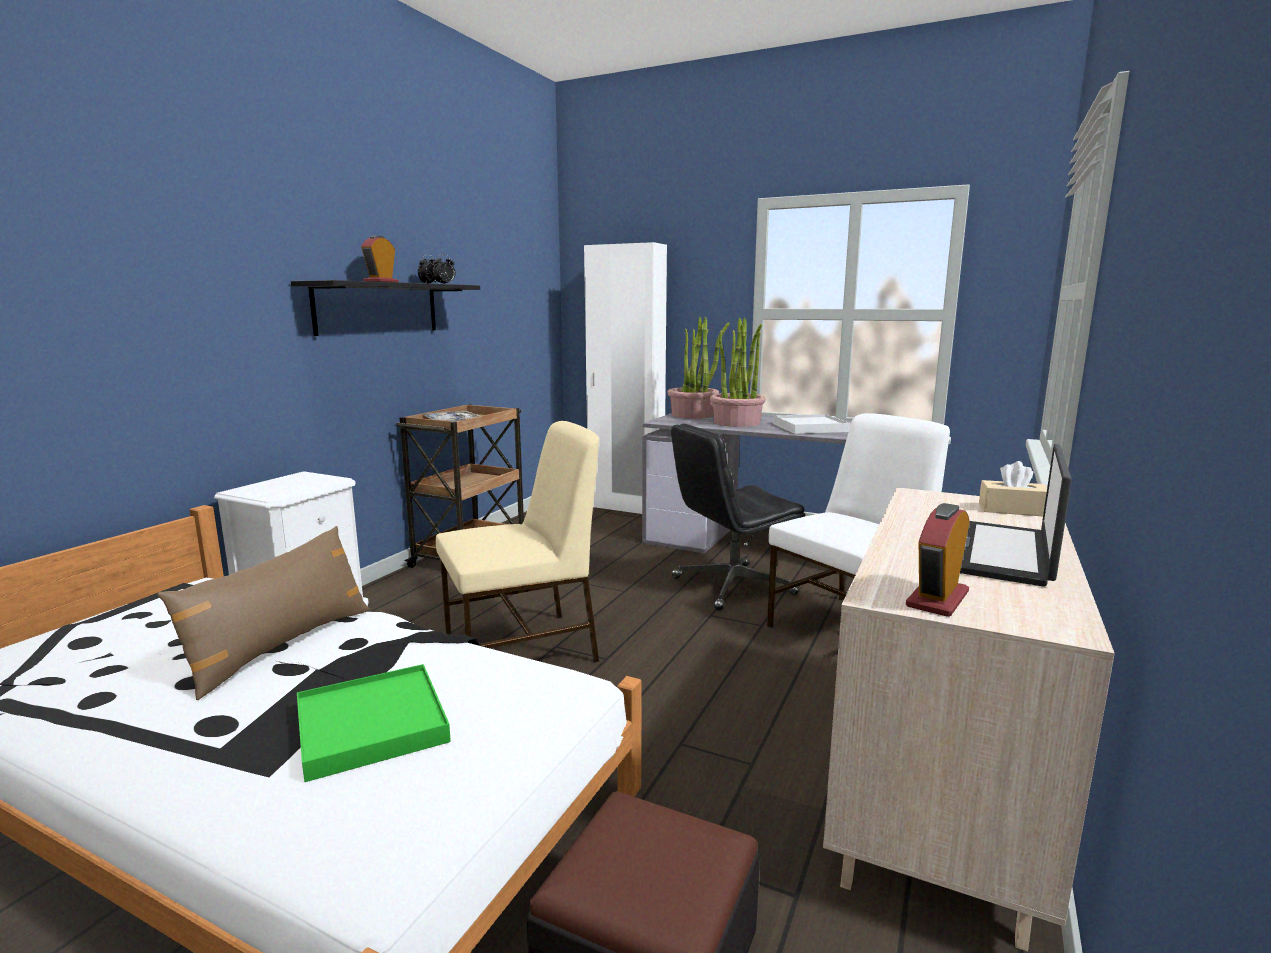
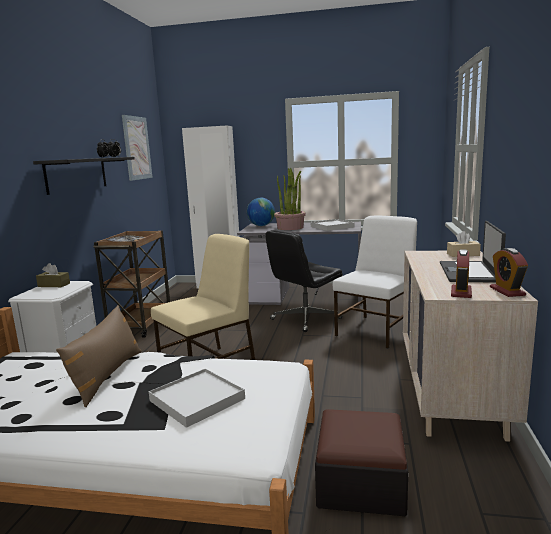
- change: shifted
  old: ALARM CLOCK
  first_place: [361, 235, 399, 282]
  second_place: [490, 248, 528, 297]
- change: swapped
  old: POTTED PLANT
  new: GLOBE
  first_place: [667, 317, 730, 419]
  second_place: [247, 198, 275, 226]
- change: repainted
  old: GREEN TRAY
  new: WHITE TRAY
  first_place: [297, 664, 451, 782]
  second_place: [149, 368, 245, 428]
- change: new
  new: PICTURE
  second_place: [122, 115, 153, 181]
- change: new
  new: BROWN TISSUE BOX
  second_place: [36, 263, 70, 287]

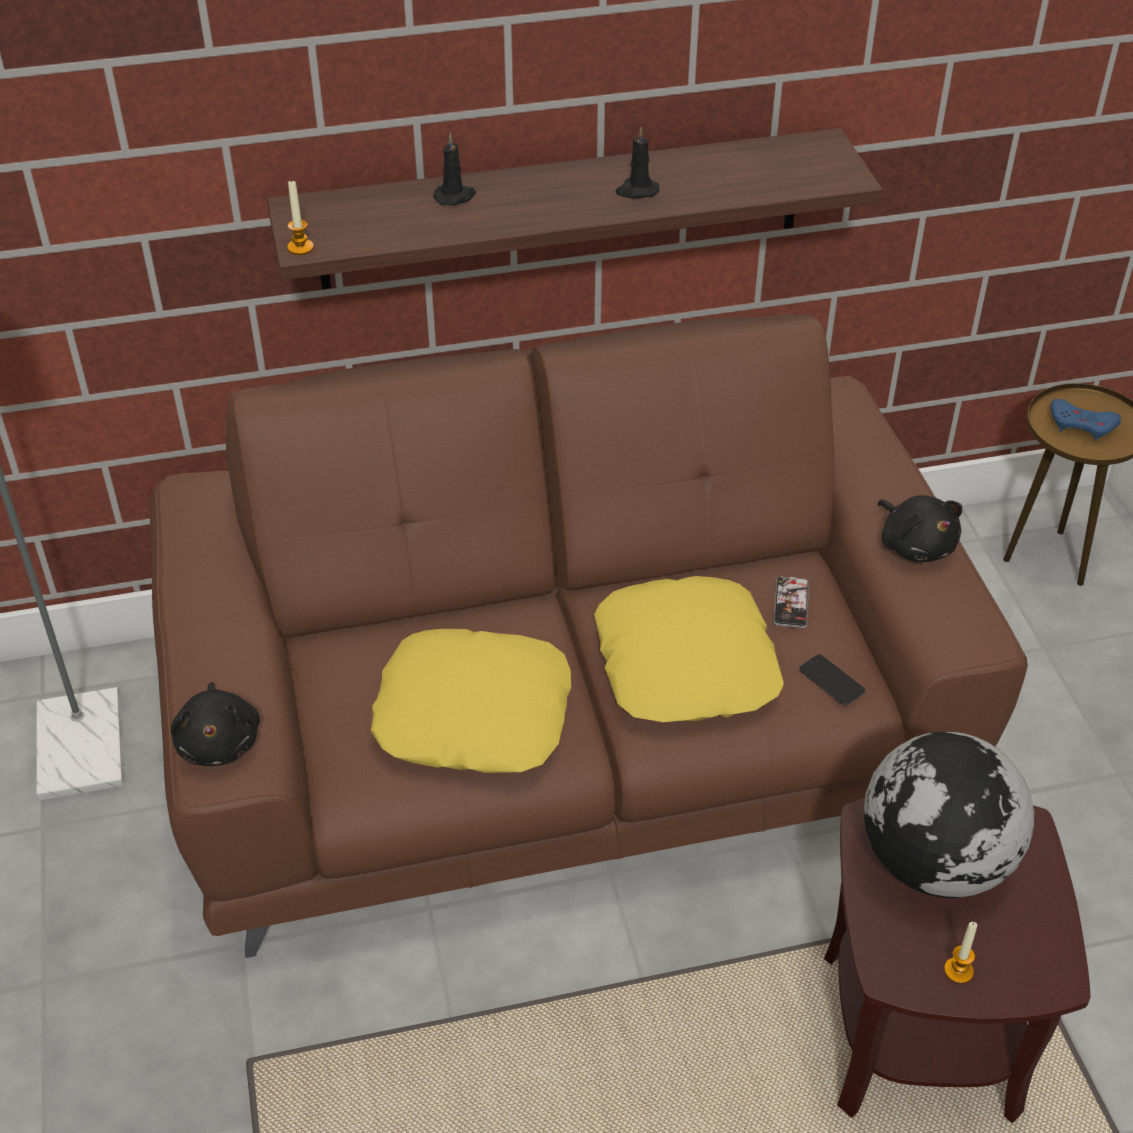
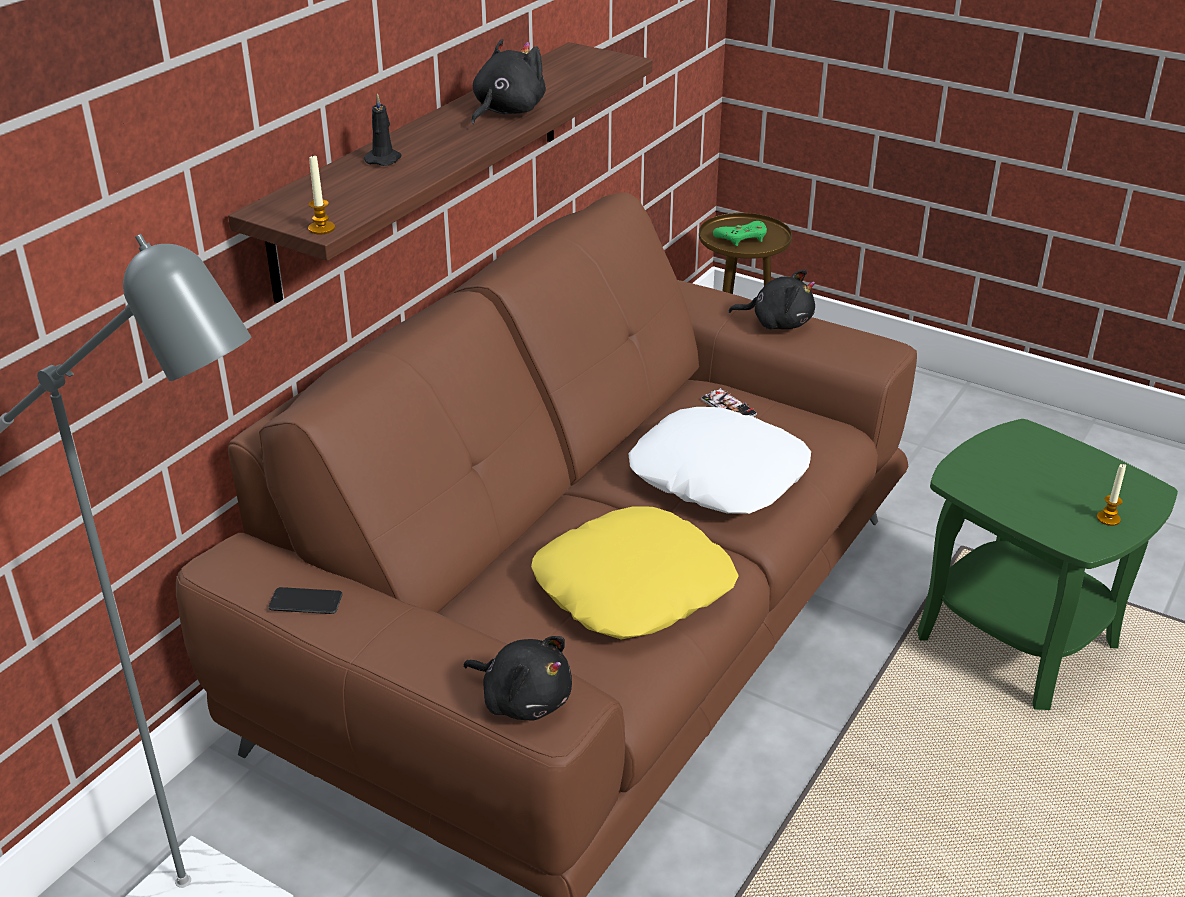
- change: swapped
  old: BLACK CANDLE
  new: BLACK PLUSH TOY
  first_place: [615, 127, 659, 199]
  second_place: [471, 39, 546, 124]
- change: repainted
  old: BLUE GAME CONTROLLER
  new: GREEN GAME CONTROLLER
  first_place: [1050, 399, 1121, 441]
  second_place: [713, 221, 767, 246]
- change: repainted
  old: YELLOW PILLOW
  new: WHITE PILLOW
  first_place: [594, 576, 784, 722]
  second_place: [628, 407, 811, 514]
- change: shifted
  old: PHONE
  first_place: [799, 654, 865, 706]
  second_place: [269, 587, 343, 614]
- change: gone
  old: GLOBE
  first_place: [864, 732, 1034, 898]
- change: repainted
  old: BROWN SIDE TABLE
  new: GREEN SIDE TABLE
  first_place: [824, 798, 1091, 1123]
  second_place: [917, 419, 1178, 710]

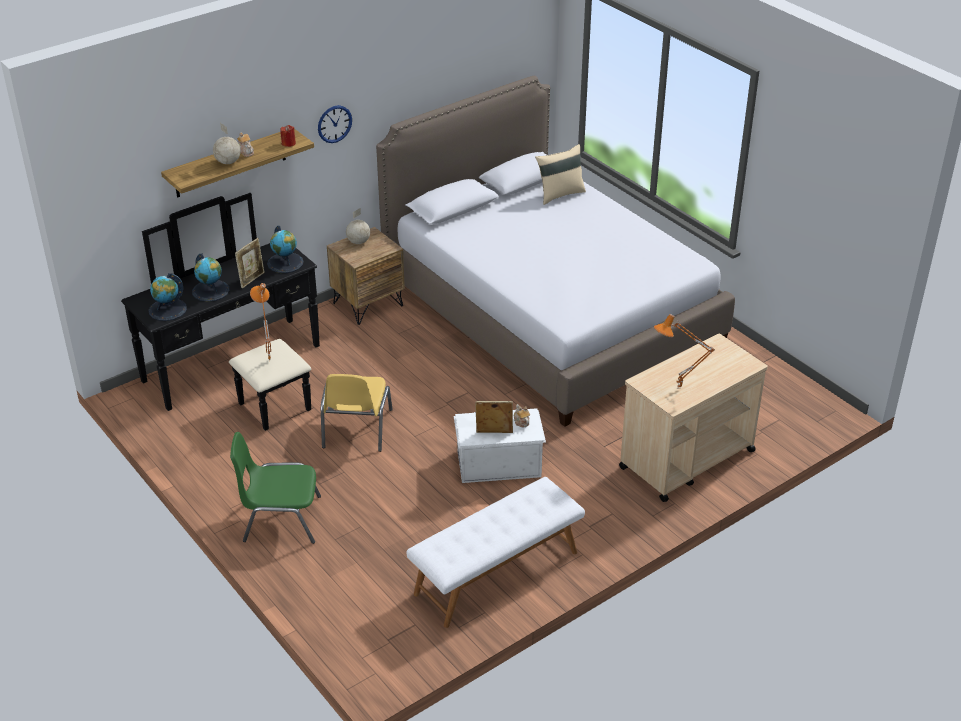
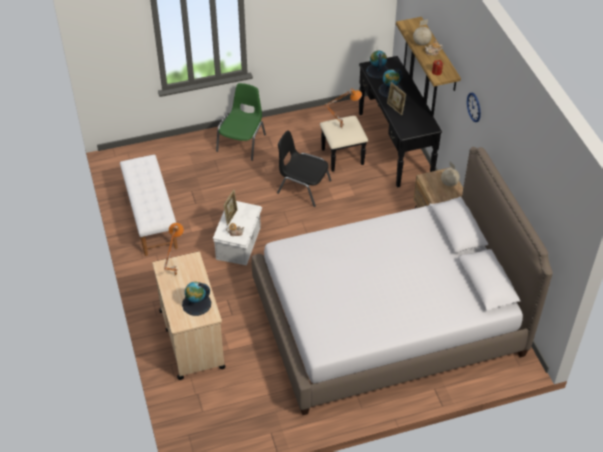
- change: gone
  old: BEIGE PILLOW
  first_place: [535, 144, 586, 205]
- change: shifted
  old: GLOBE
  first_place: [267, 226, 304, 273]
  second_place: [182, 282, 211, 316]
- change: repainted
  old: YELLOW CHAIR
  new: BLACK CHAIR
  first_place: [321, 374, 393, 452]
  second_place: [277, 131, 331, 207]

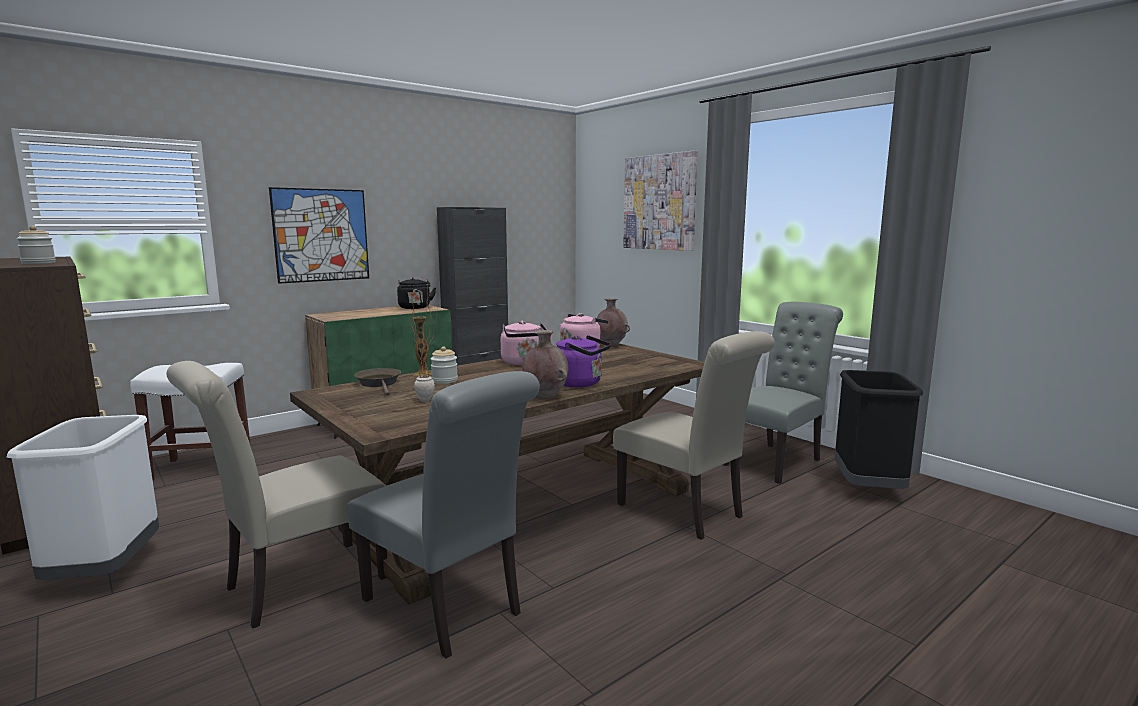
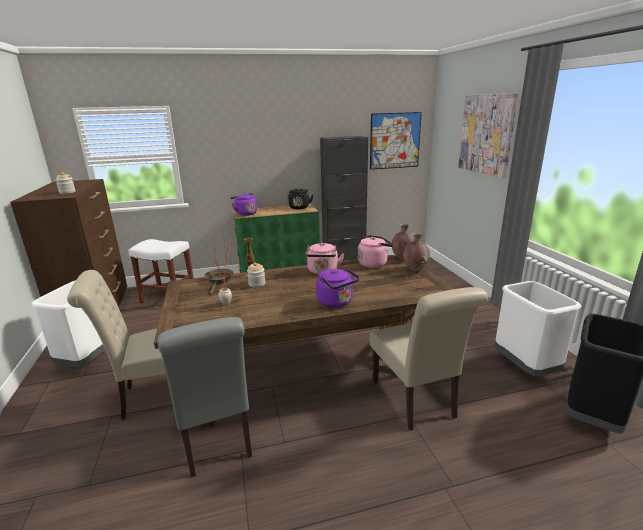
- change: shifted
  old: PICTURE
  first_place: [269, 187, 369, 284]
  second_place: [370, 112, 422, 170]
- change: swapped
  old: GREY CHAIR
  new: WHITE TRASH CAN
  first_place: [723, 302, 843, 484]
  second_place: [495, 281, 581, 376]
- change: shifted
  old: BROWN VASE
  first_place: [522, 330, 569, 398]
  second_place: [403, 232, 430, 271]
- change: new
  new: PURPLE KETTLE
  second_place: [230, 193, 257, 216]

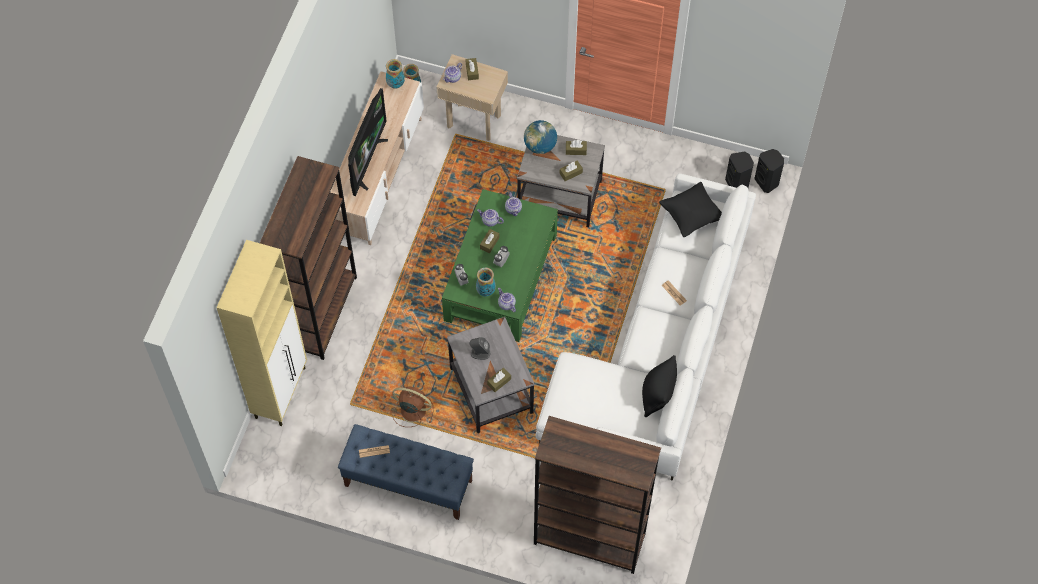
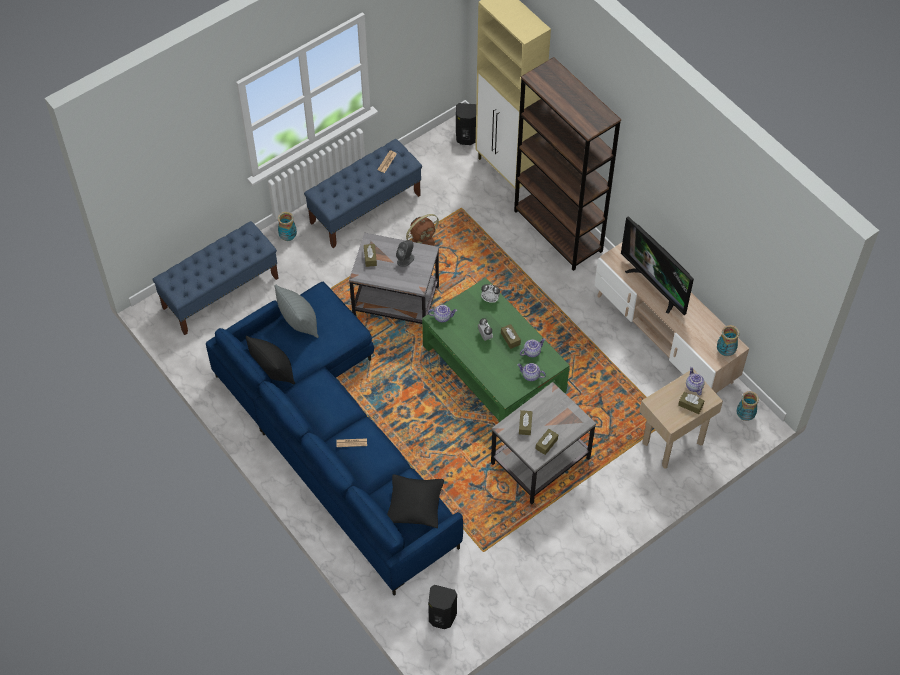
- change: gone
  old: GLOBE
  first_place: [524, 120, 557, 154]
- change: shifted
  old: BLACK SPEAKER
  first_place: [754, 149, 784, 193]
  second_place: [456, 103, 476, 145]
- change: repainted
  old: WHITE SOFA
  new: BLUE SOFA
  first_place: [536, 173, 756, 481]
  second_place: [206, 282, 463, 596]
- change: shifted
  old: VASE
  first_place: [476, 268, 496, 297]
  second_place: [278, 212, 297, 241]
- change: swapped
  old: BROWN BOOKCASE
  new: BLUE BENCH
  first_place: [534, 416, 661, 574]
  second_place: [152, 221, 279, 335]
- change: new
  new: GREY PILLOW
  second_place: [275, 285, 319, 338]

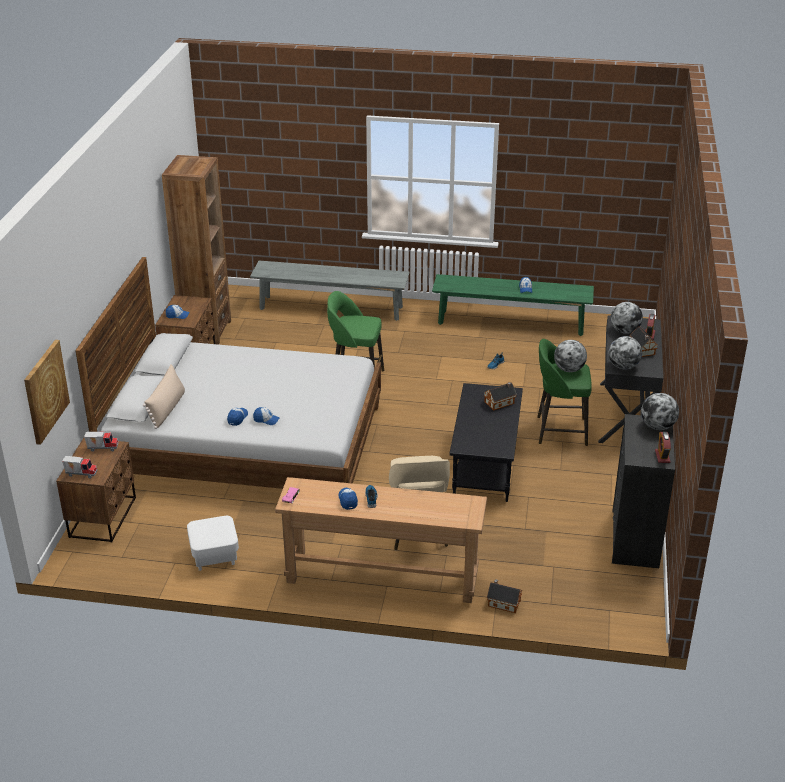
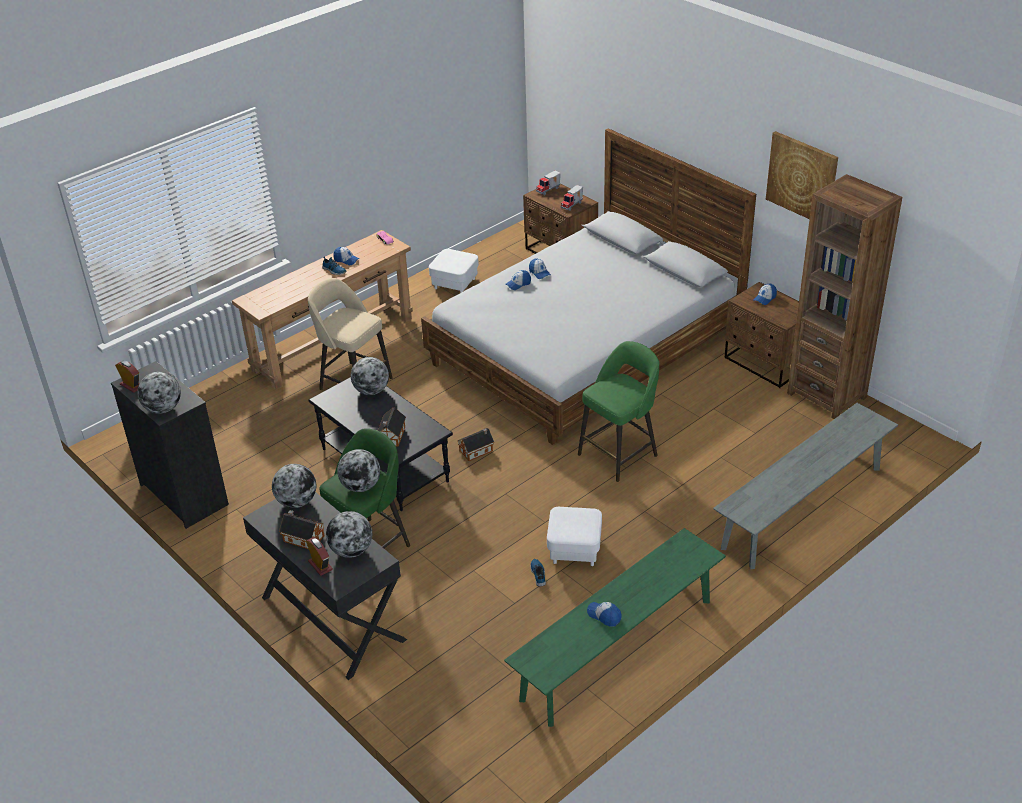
- change: shifted
  old: PICTURE
  first_place: [24, 340, 70, 445]
  second_place: [766, 131, 838, 219]
- change: gone
  old: BEIGE PILLOW
  first_place: [143, 364, 185, 429]
- change: shifted
  old: TOY HOUSE
  first_place: [487, 579, 523, 613]
  second_place: [458, 428, 494, 461]
- change: new
  new: GLOBE
  second_place: [351, 357, 389, 395]
- change: new
  new: WHITE OTTOMAN
  second_place: [547, 507, 602, 566]

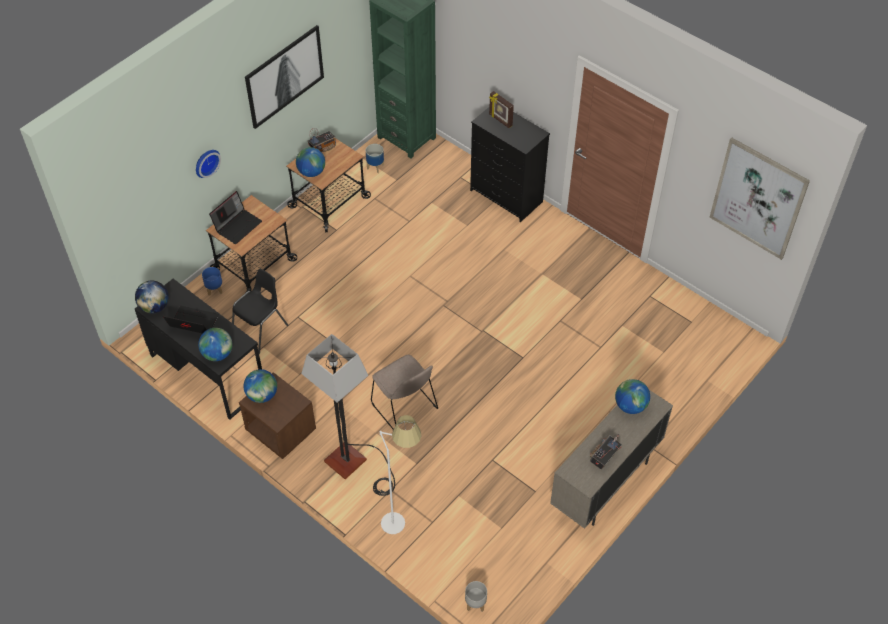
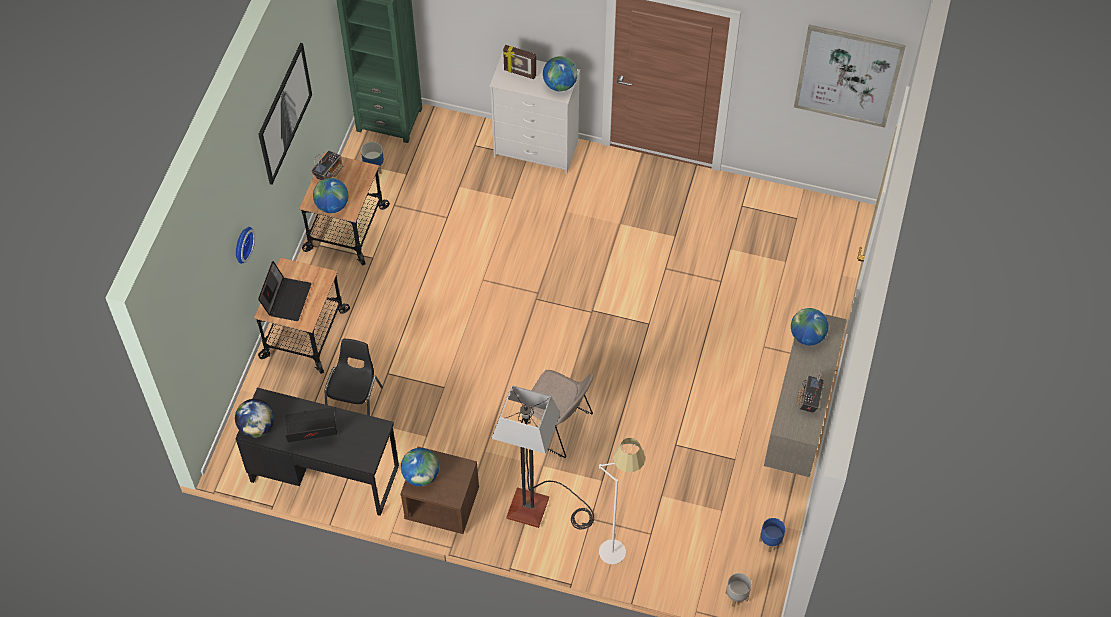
- change: repainted
  old: BLACK DRESSER
  new: WHITE DRESSER
  first_place: [470, 107, 550, 222]
  second_place: [490, 53, 580, 174]
- change: shifted
  old: BLUE PLANTER
  first_place: [202, 267, 222, 296]
  second_place: [759, 518, 786, 552]
- change: shifted
  old: GLOBE
  first_place: [198, 328, 232, 361]
  second_place: [543, 56, 578, 91]

